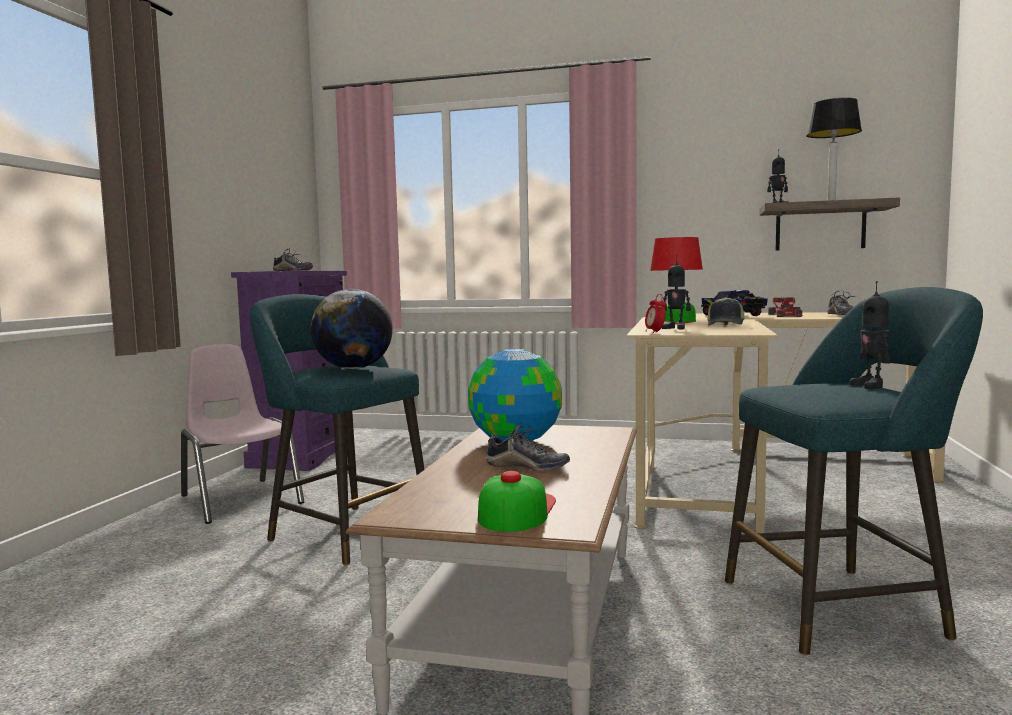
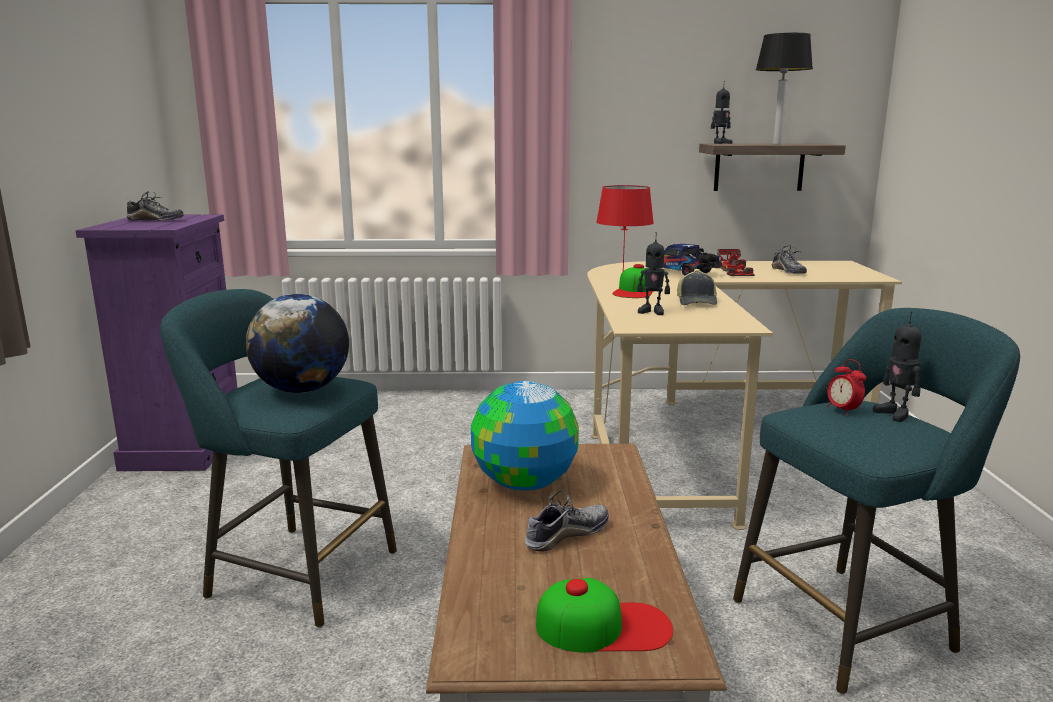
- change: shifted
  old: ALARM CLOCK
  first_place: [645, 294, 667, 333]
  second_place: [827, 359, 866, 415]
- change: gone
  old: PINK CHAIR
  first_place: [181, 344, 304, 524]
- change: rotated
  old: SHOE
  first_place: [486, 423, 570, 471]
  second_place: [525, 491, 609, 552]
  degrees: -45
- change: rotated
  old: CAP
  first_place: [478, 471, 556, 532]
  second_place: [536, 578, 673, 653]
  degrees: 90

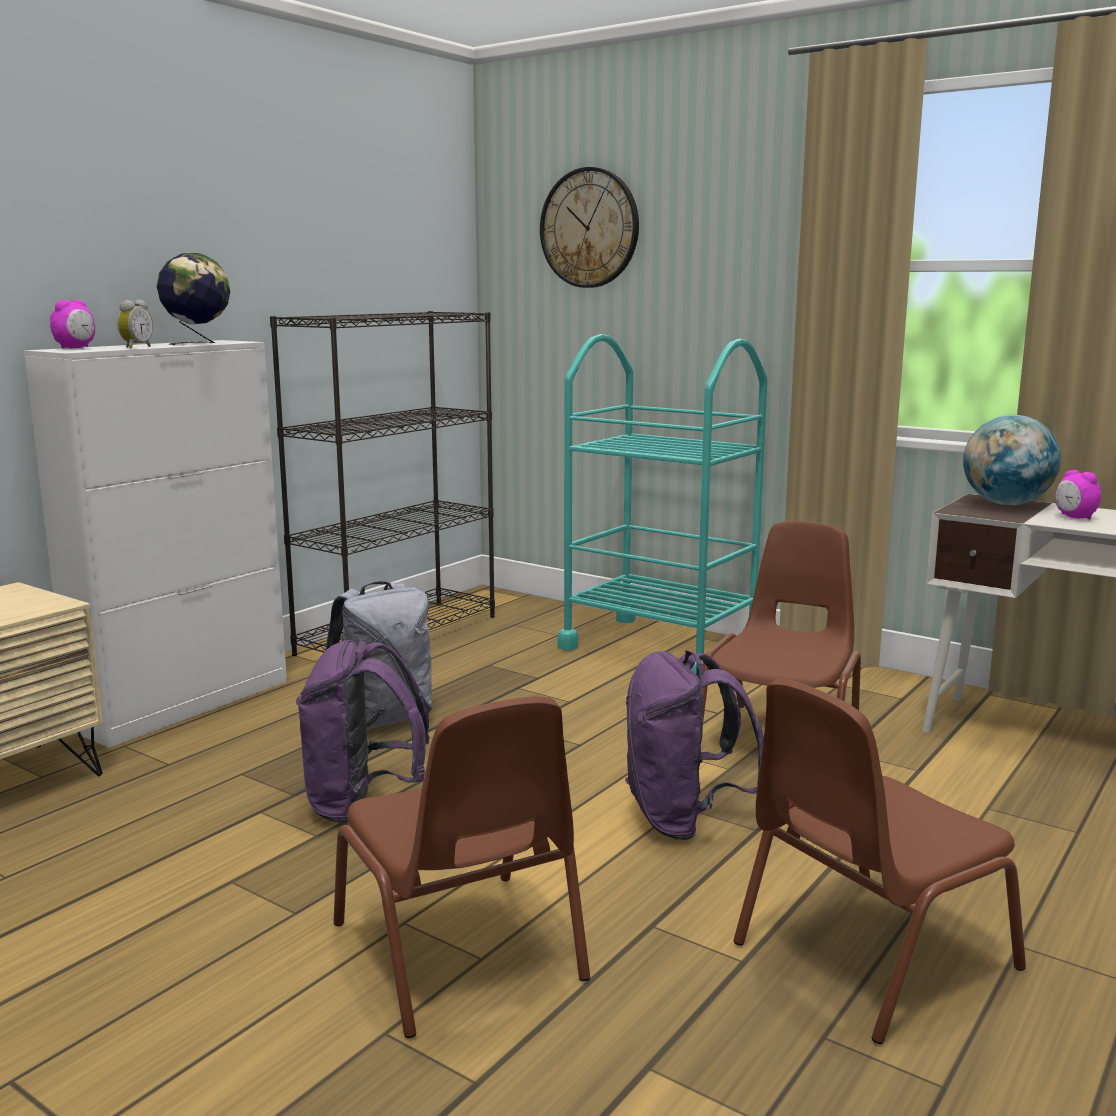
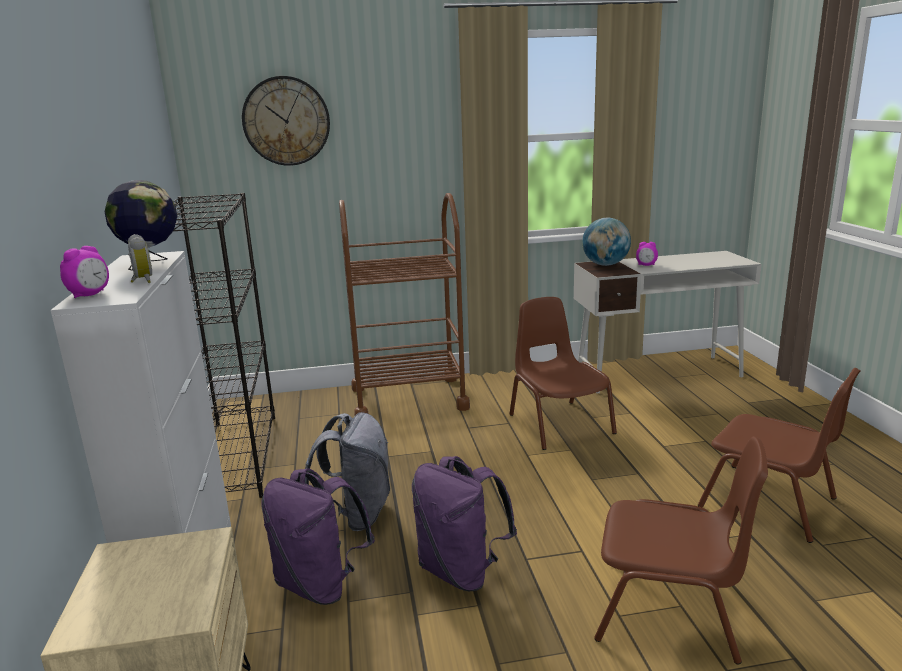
- change: rotated
  old: ALARM CLOCK
  first_place: [50, 300, 95, 348]
  second_place: [60, 246, 109, 298]
  degrees: 45
- change: repainted
  old: TURQUOISE CART
  new: BROWN CART
  first_place: [557, 334, 767, 674]
  second_place: [339, 193, 470, 416]
- change: shifted
  old: PURPLE BACKPACK
  first_place: [625, 650, 764, 840]
  second_place: [261, 468, 375, 605]
- change: rotated
  old: BROWN CHAIR
  first_place: [734, 679, 1026, 1044]
  second_place: [698, 368, 861, 543]
  degrees: -60

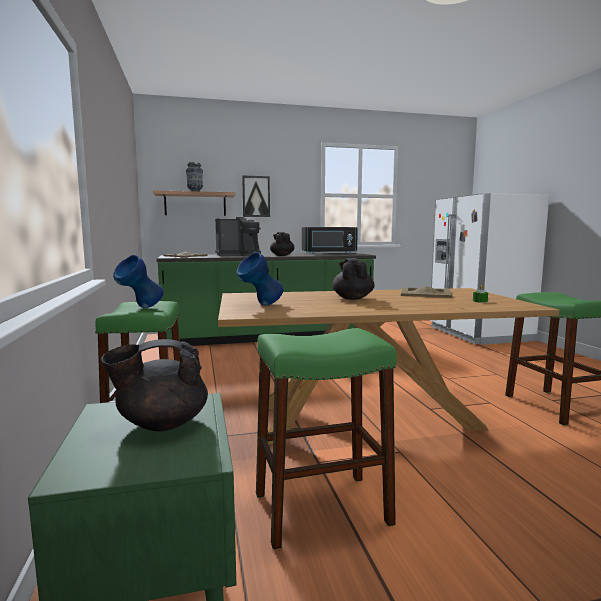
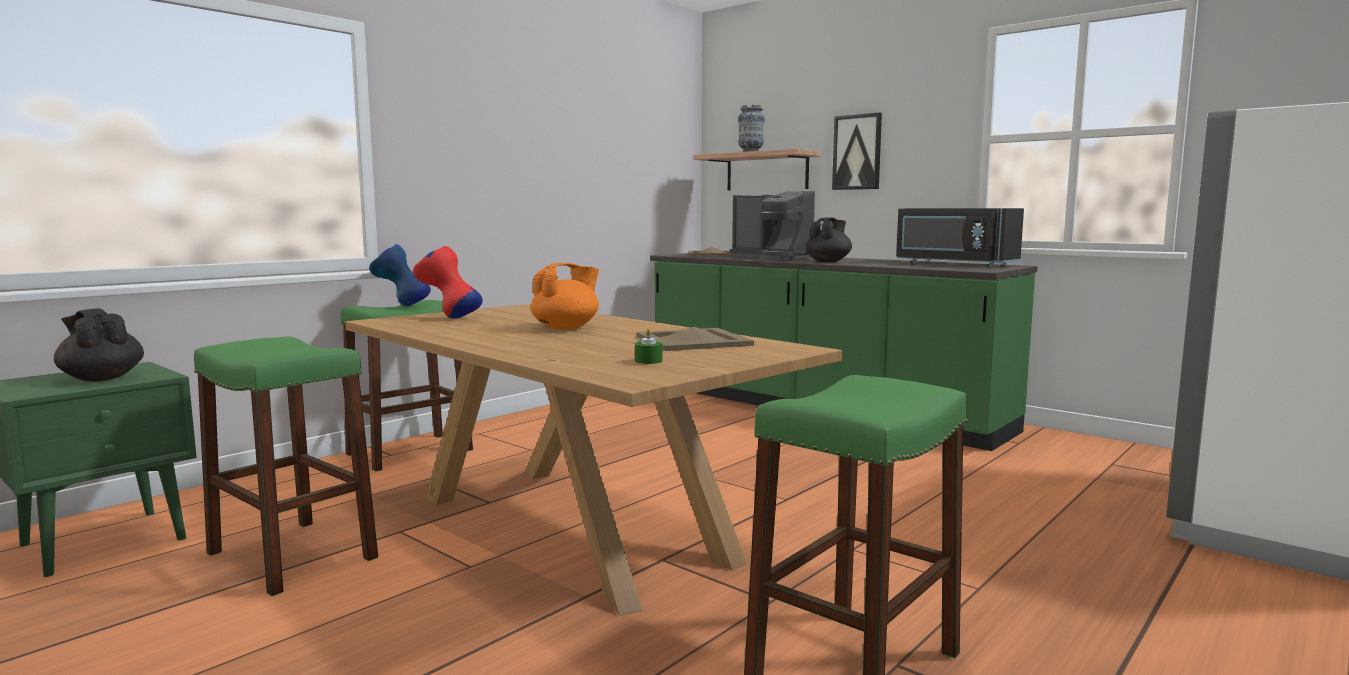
- change: repainted
  old: BLUE VASE
  new: RED VASE
  first_place: [236, 252, 283, 305]
  second_place: [413, 246, 483, 319]
- change: repainted
  old: BLACK TEAPOT
  new: ORANGE TEAPOT
  first_place: [332, 258, 375, 300]
  second_place: [531, 263, 599, 330]

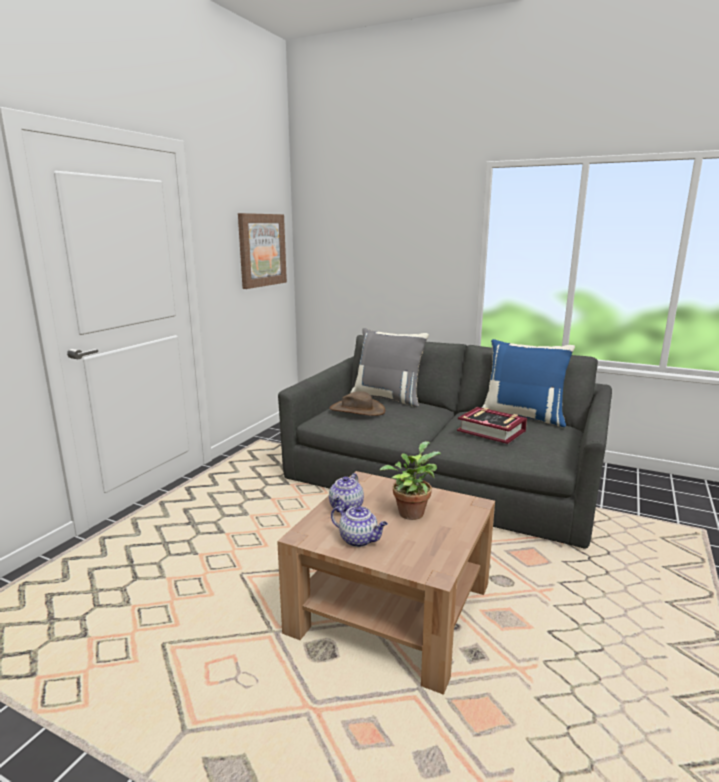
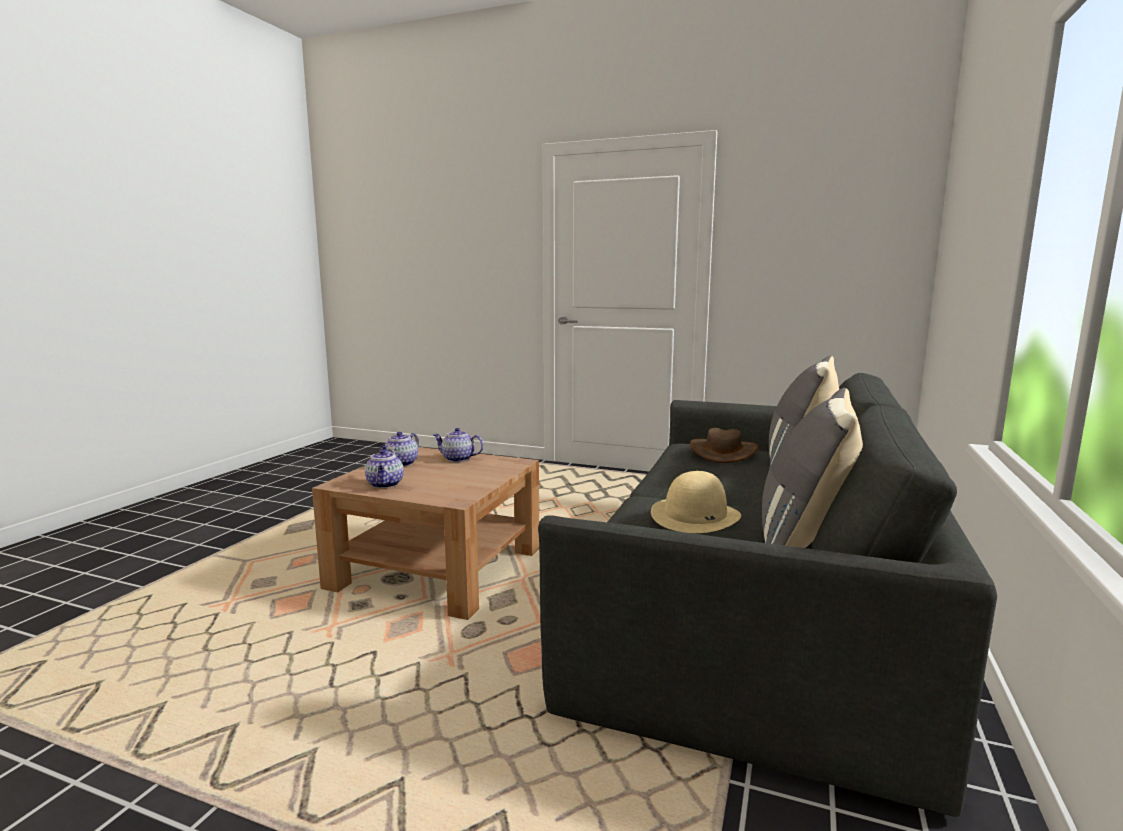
- change: gone
  old: PICTURE
  first_place: [238, 213, 287, 289]
- change: repainted
  old: BLUE PILLOW
  new: GREY PILLOW
  first_place: [482, 339, 575, 427]
  second_place: [762, 388, 863, 548]
- change: swapped
  old: BOOK
  new: BEIGE HAT
  first_place: [457, 407, 527, 444]
  second_place: [651, 471, 741, 533]
- change: gone
  old: POTTED PLANT
  first_place: [380, 441, 441, 520]
- change: new
  new: TEAPOT
  second_place: [365, 449, 404, 488]

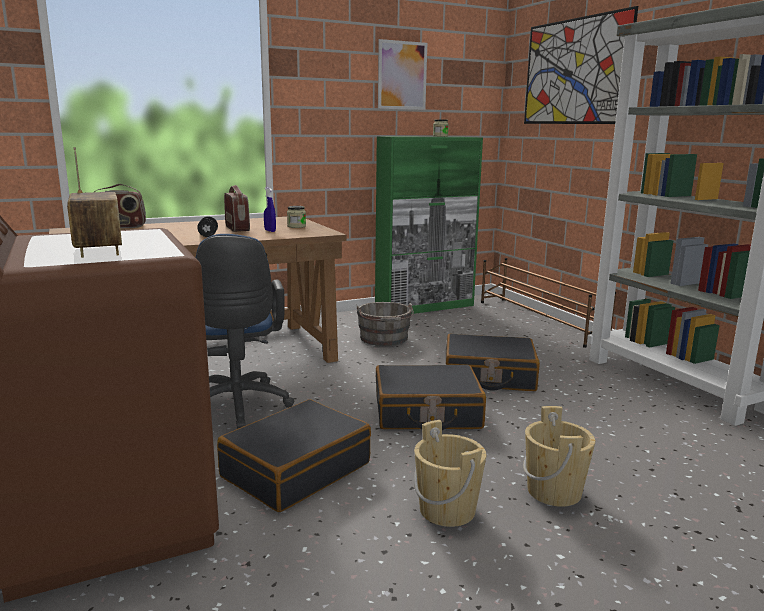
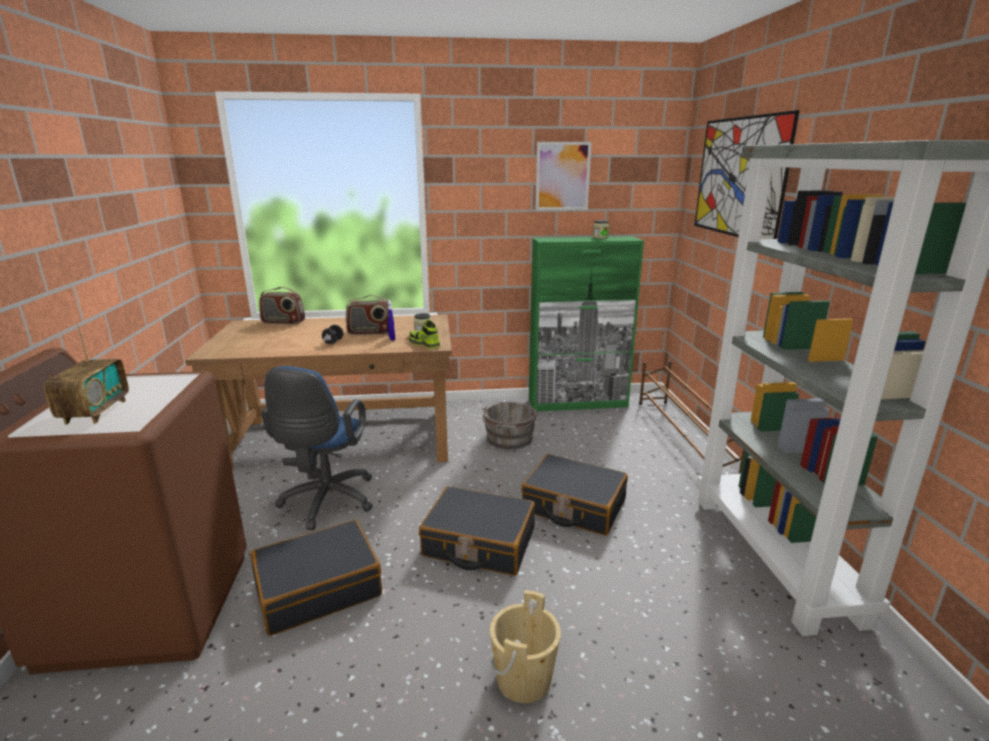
- change: rotated
  old: RADIO
  first_place: [224, 185, 250, 232]
  second_place: [346, 295, 389, 335]
  degrees: 90
- change: gone
  old: BEIGE BUCKET
  first_place: [414, 420, 487, 527]
- change: new
  new: SHOE
  second_place: [409, 320, 440, 349]

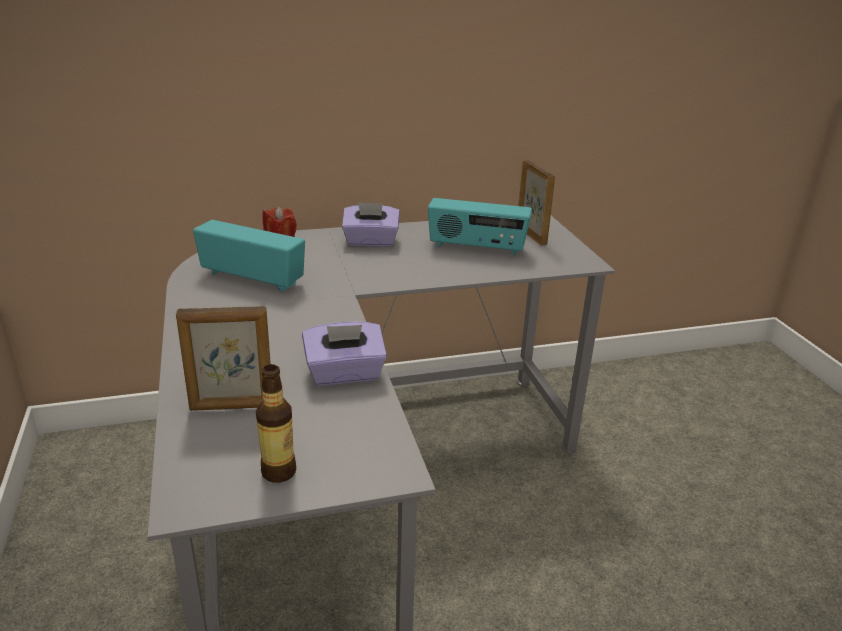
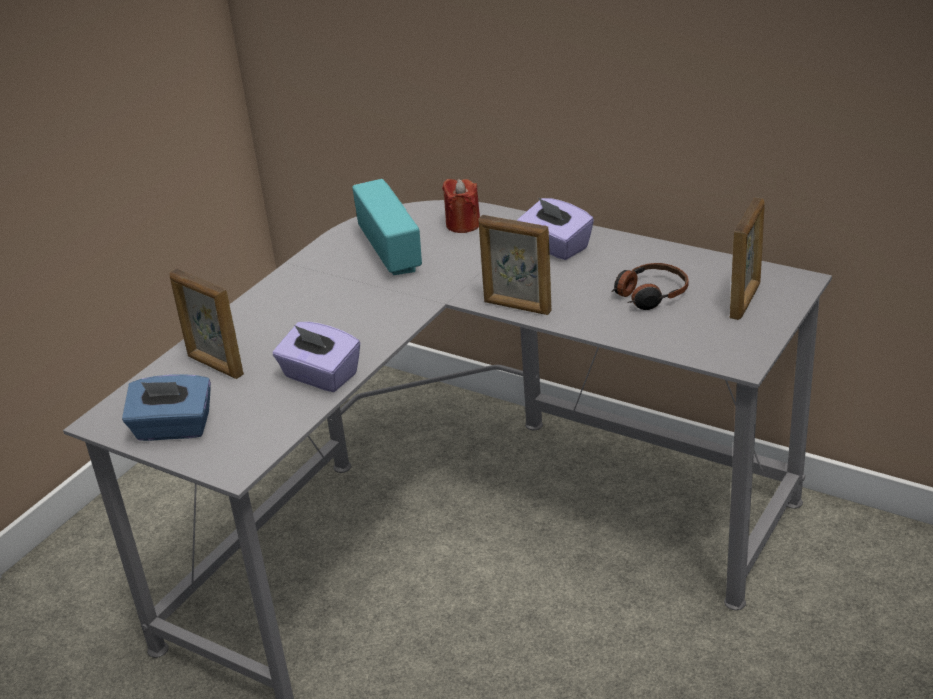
- change: swapped
  old: RADIO
  new: HEADPHONES
  first_place: [428, 198, 532, 256]
  second_place: [611, 263, 689, 310]
- change: swapped
  old: BOTTLE
  new: BLUE TISSUE BOX
  first_place: [256, 364, 296, 483]
  second_place: [122, 374, 211, 441]
- change: new
  new: PICTURE FRAME
  second_place: [478, 215, 552, 315]

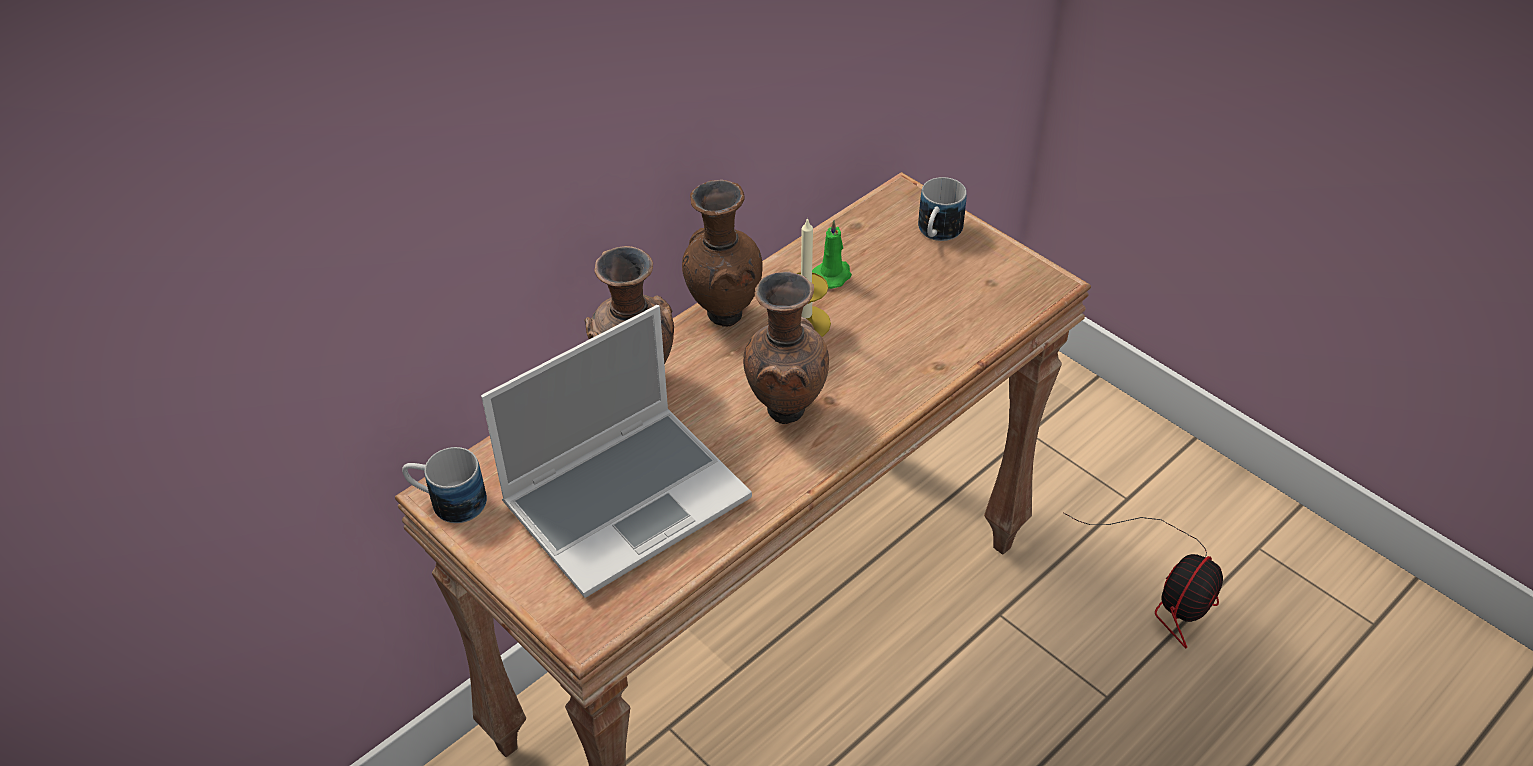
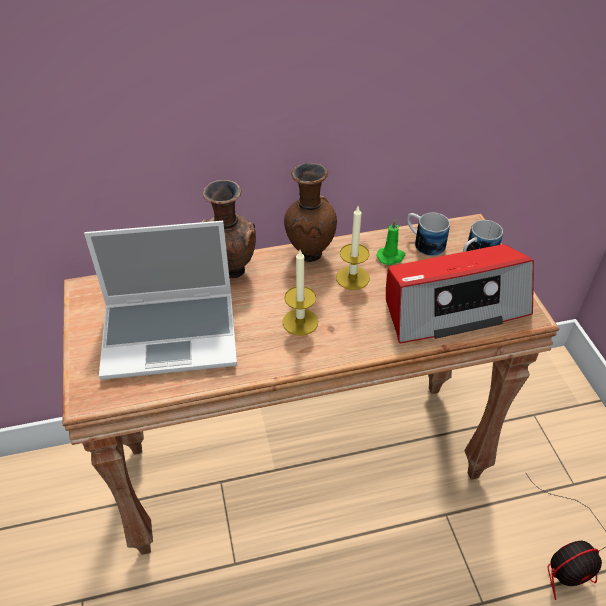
- change: swapped
  old: BROWN VASE
  new: CANDLE
  first_place: [743, 272, 829, 424]
  second_place: [282, 250, 318, 336]
- change: shifted
  old: MUG
  first_place: [402, 447, 487, 523]
  second_place: [407, 213, 450, 256]
- change: new
  new: RADIO
  second_place: [386, 244, 534, 343]

